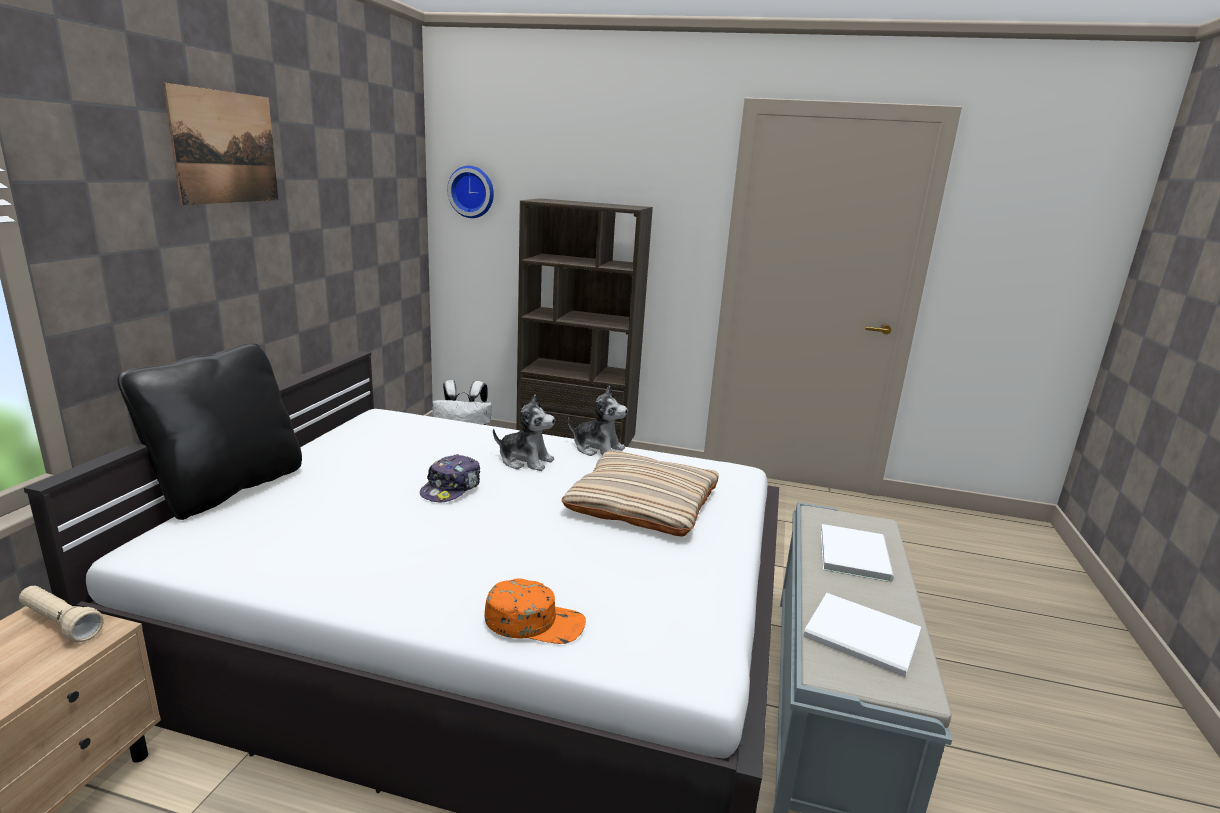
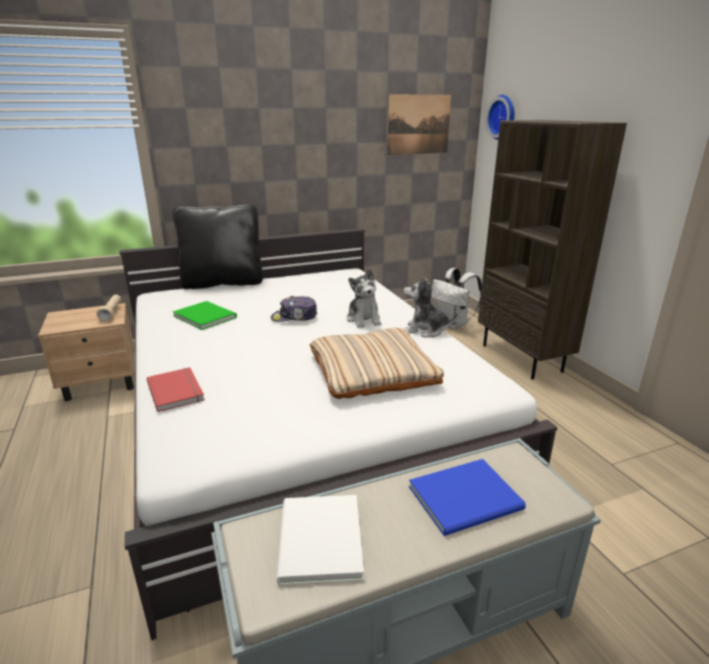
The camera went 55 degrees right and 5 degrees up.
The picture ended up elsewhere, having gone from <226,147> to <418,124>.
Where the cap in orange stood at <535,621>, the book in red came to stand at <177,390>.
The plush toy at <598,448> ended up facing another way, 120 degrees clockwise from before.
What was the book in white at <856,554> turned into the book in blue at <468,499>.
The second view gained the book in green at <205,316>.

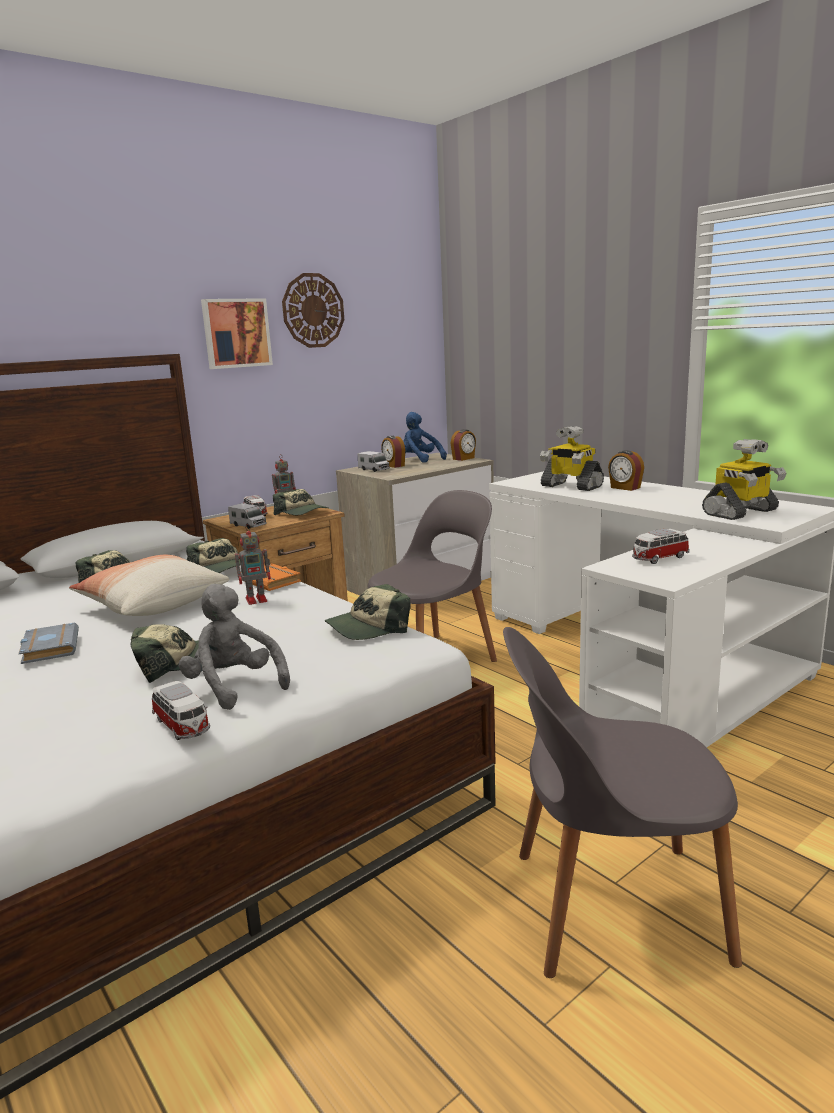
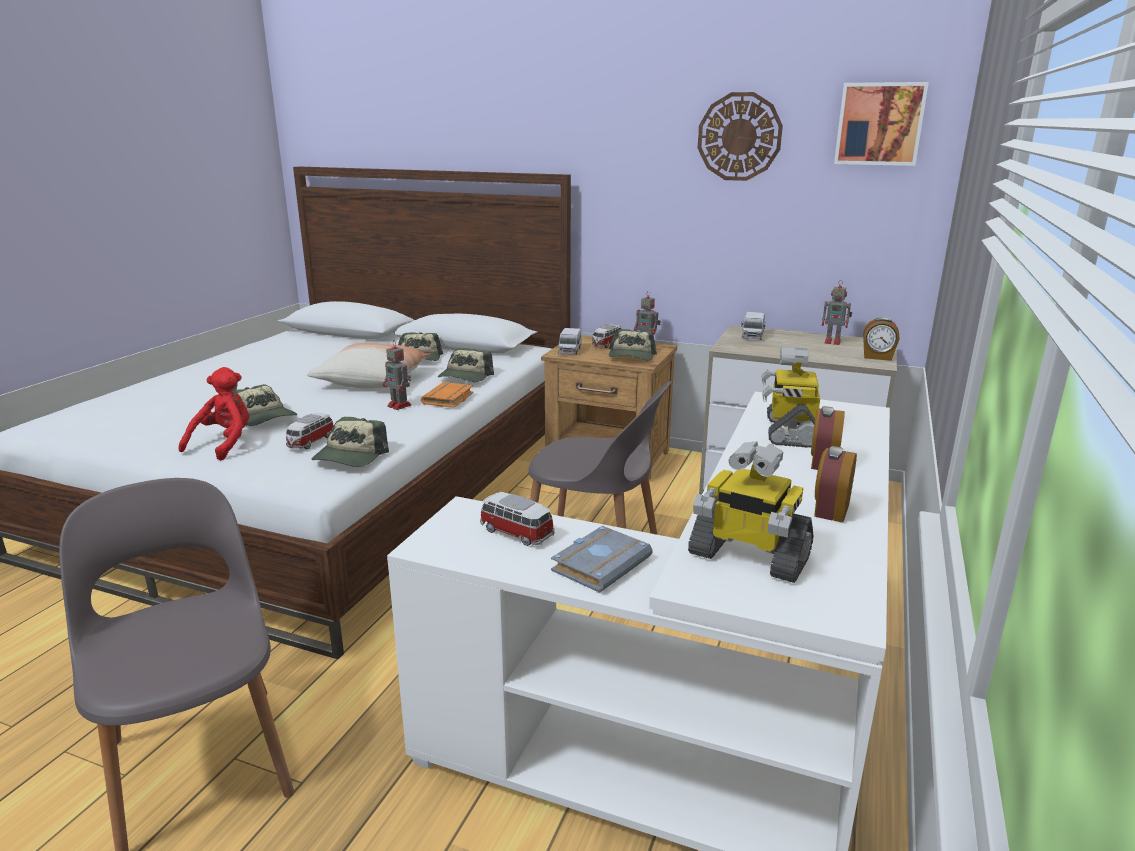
The camera went 60 degrees right and 5 degrees up.
The book in grey ended up elsewhere, having gone from <48,648> to <600,563>.
The toy car ended up elsewhere, having gone from <182,726> to <310,442>.
What was the plush toy in grey at <234,687> turned into the plush toy in red at <224,444>.
The picture ended up elsewhere, having gone from <236,333> to <879,124>.
The cap at <368,627> ended up facing another way, 105 degrees counterclockwise from before.
The alarm clock ended up elsewhere, having gone from <393,465> to <830,510>.
Where the plush toy in blue stood at <419,460>, the toy robot came to stand at <833,342>.

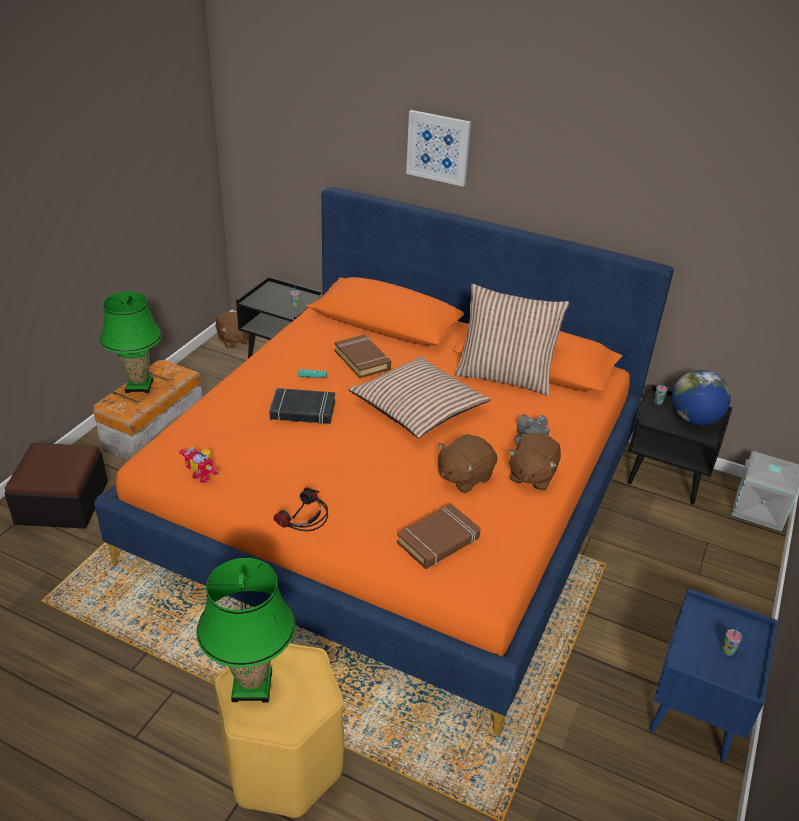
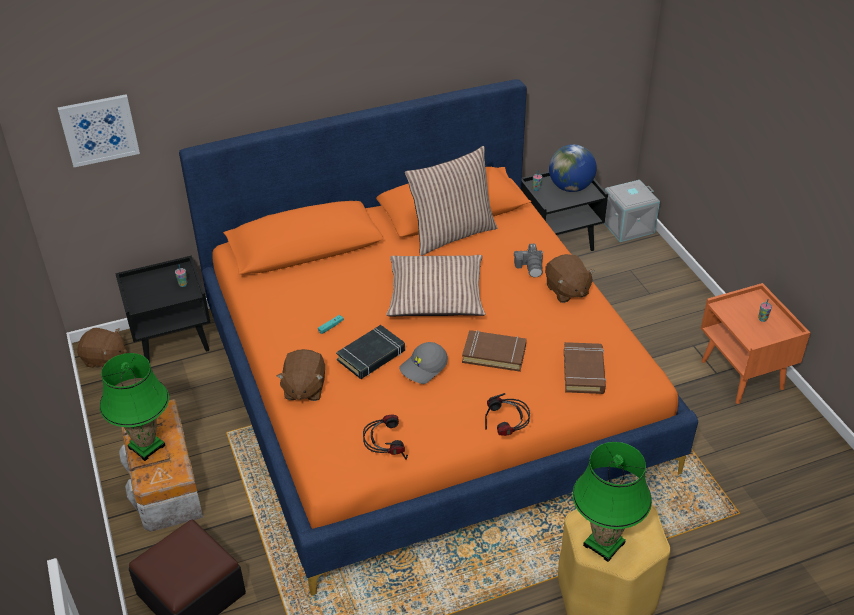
The camera went 45 degrees left and 5 degrees up.
Where the toy robot stood at <203,476>, the headphones came to stand at <385,452>.
The book in brown ended up elsewhere, having gone from <362,360> to <494,354>.
The picture ended up elsewhere, having gone from <438,147> to <99,130>.
The plush toy in brown ended up elsewhere, having gone from <464,477> to <304,388>.
What was the nightstand in blue at <695,712> turned into the nightstand in orange at <743,375>.
The second view gained the cap in grey at <424,368>.

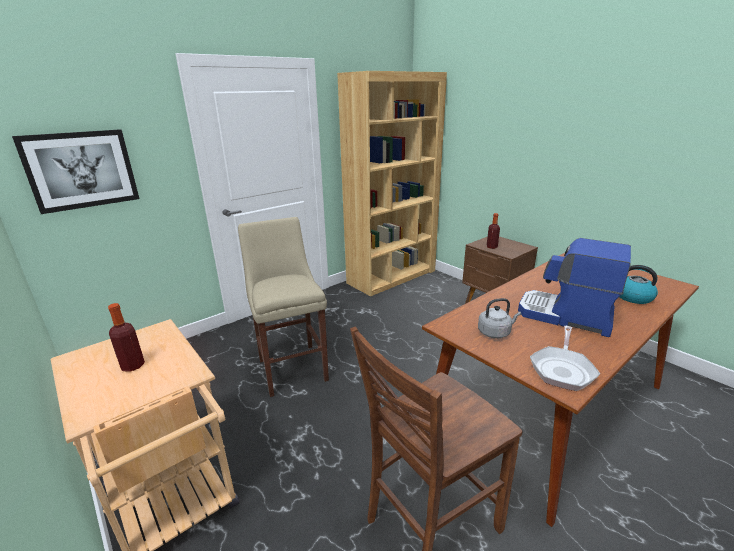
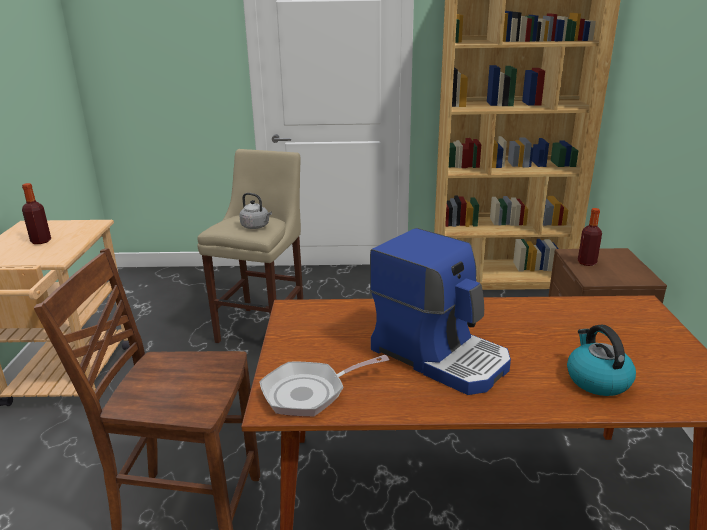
The camera went 40 degrees right and 0 degrees up.
The second view lost the picture at <81,170>.
The kettle in grey ended up elsewhere, having gone from <495,332> to <256,226>.
The coffee machine at <565,316> ended up facing another way, 150 degrees clockwise from before.

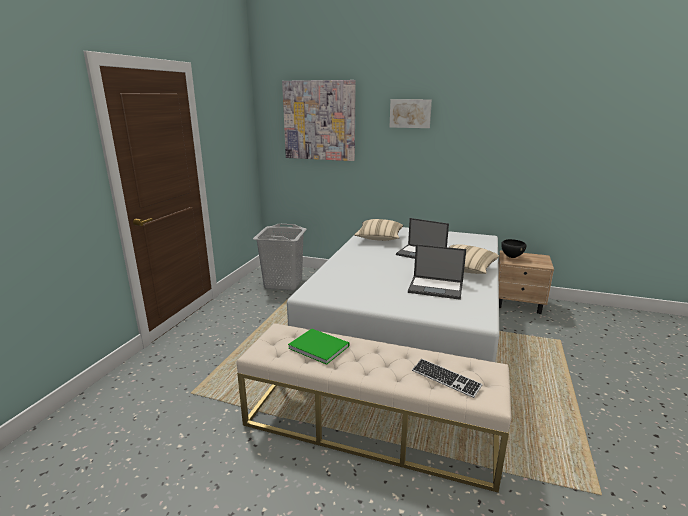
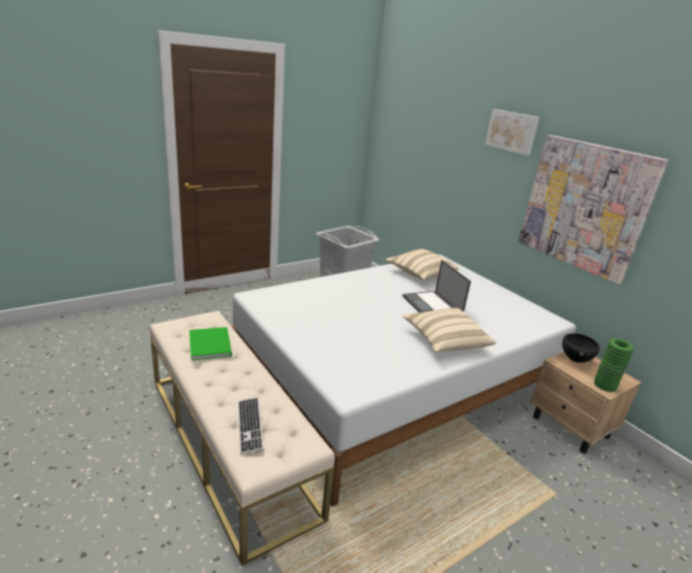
The camera went 35 degrees right and 5 degrees up.
The picture ended up elsewhere, having gone from <319,120> to <585,206>.
The second view lost the laptop at <436,287>.
The second view gained the vase in green at <604,385>.

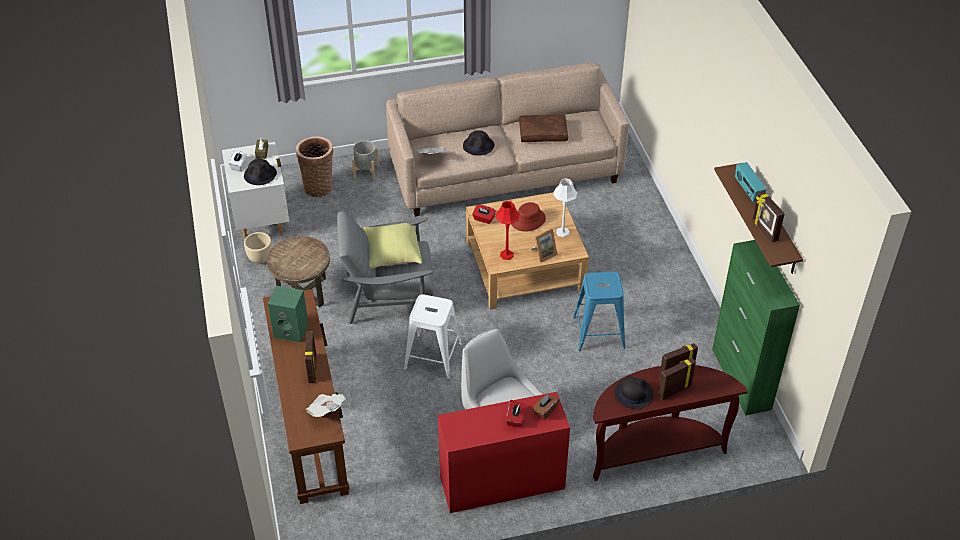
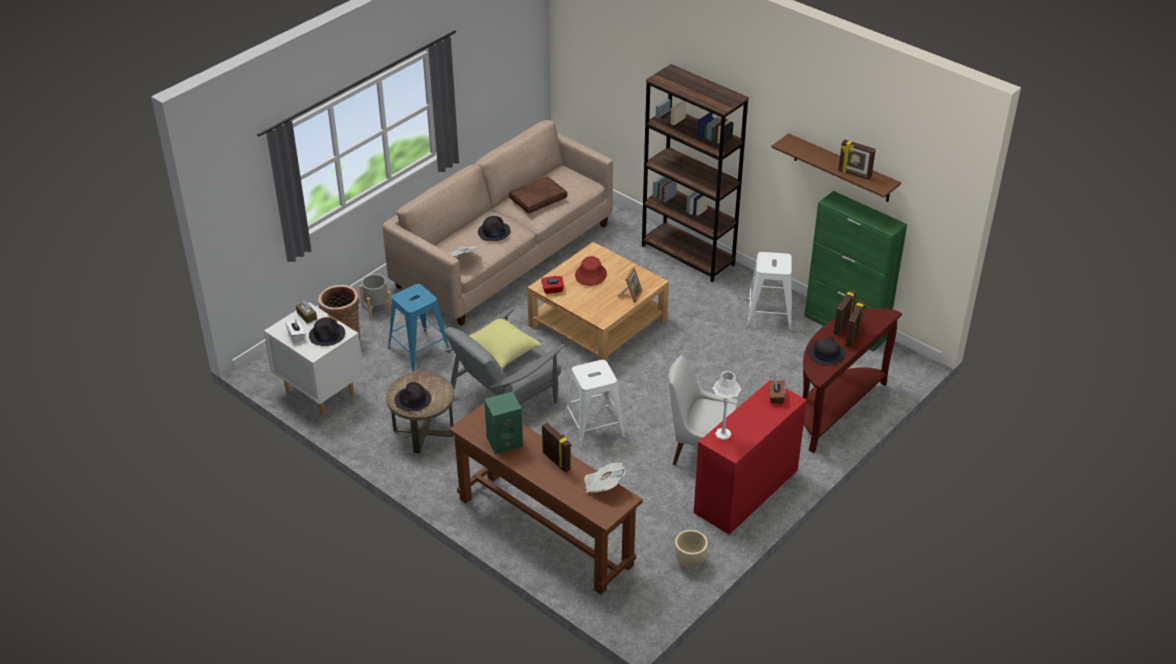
The camera went 35 degrees left and 5 degrees down.
The planter in beige ended up elsewhere, having gone from <260,258> to <689,562>.
The second view lost the table lamp in red at <506,255>.
The second view lost the tissue box in red at <515,419>.
The table lamp in white ended up elsewhere, having gone from <562,232> to <723,434>.
The stool in blue ended up elsewhere, having gone from <599,332> to <419,350>.
The second view lost the radio at <748,190>.
The second view gained the hat in black at <413,400>.
The second view gained the bookcase in brown at <688,255>.
The second view gained the stool in white at <768,314>.

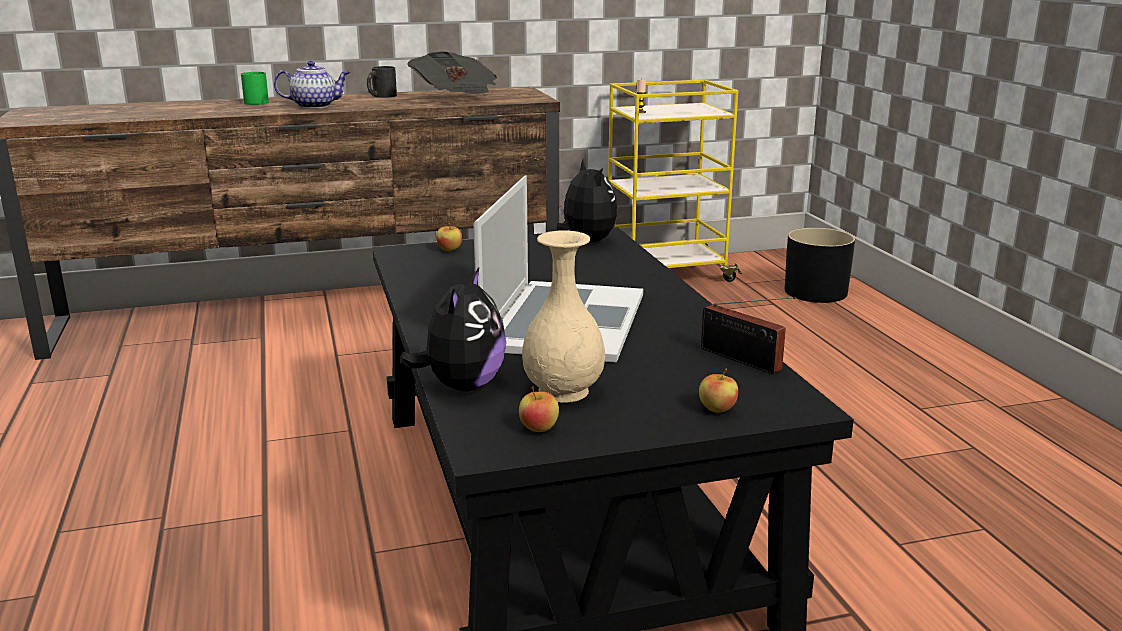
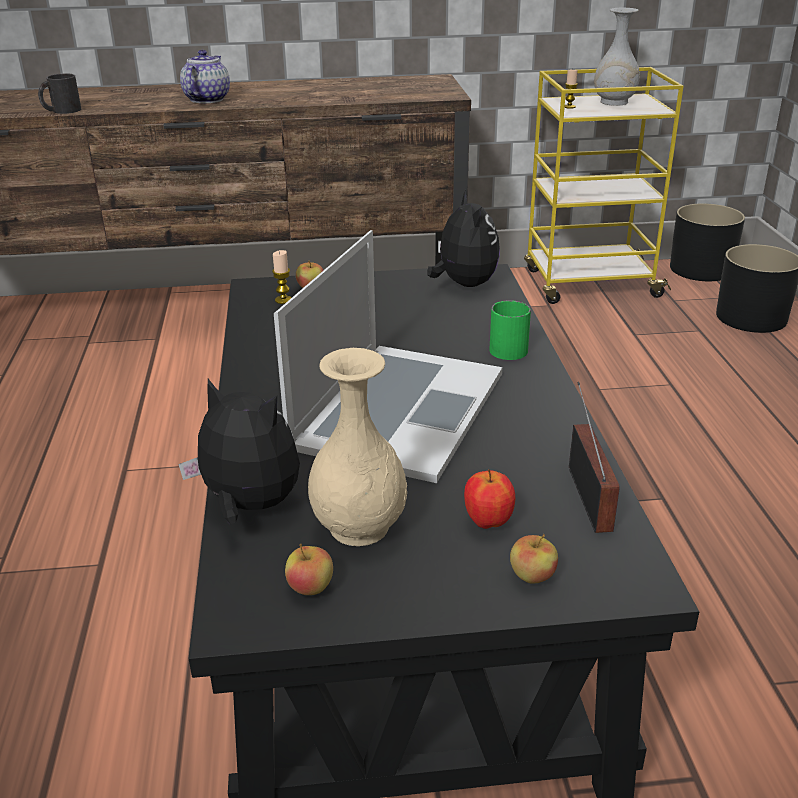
The camera went 10 degrees right and 10 degrees up.
The mug in green ended up elsewhere, having gone from <256,102> to <505,346>.
The teapot at <315,106> ended up facing another way, 75 degrees counterclockwise from before.
The mug in black ended up elsewhere, having gone from <381,96> to <61,111>.
The plush toy at <462,386> ended up facing another way, 90 degrees counterclockwise from before.
The second view lost the newspaper at <457,99>.
The radio at <744,361> ended up facing another way, 150 degrees counterclockwise from before.
The second view gained the candle at <283,300>.
The second view gained the apple at <488,522>.
The second view gained the vase in white at <614,102>.
The second view gained the planter in black at <701,269>.

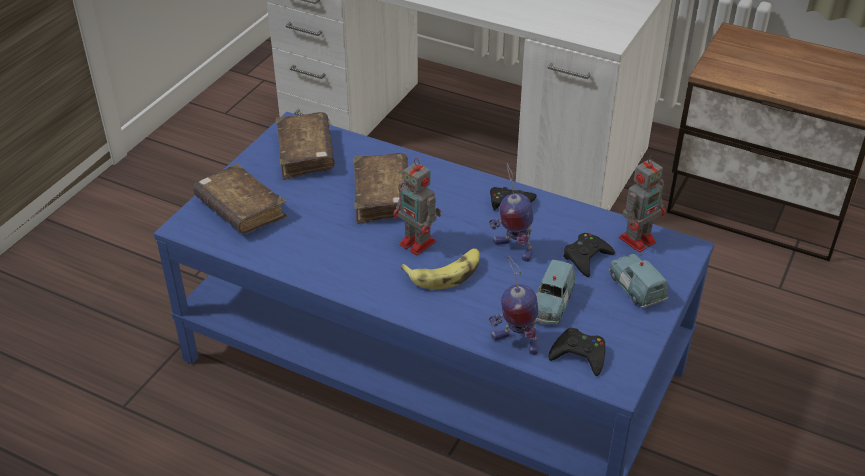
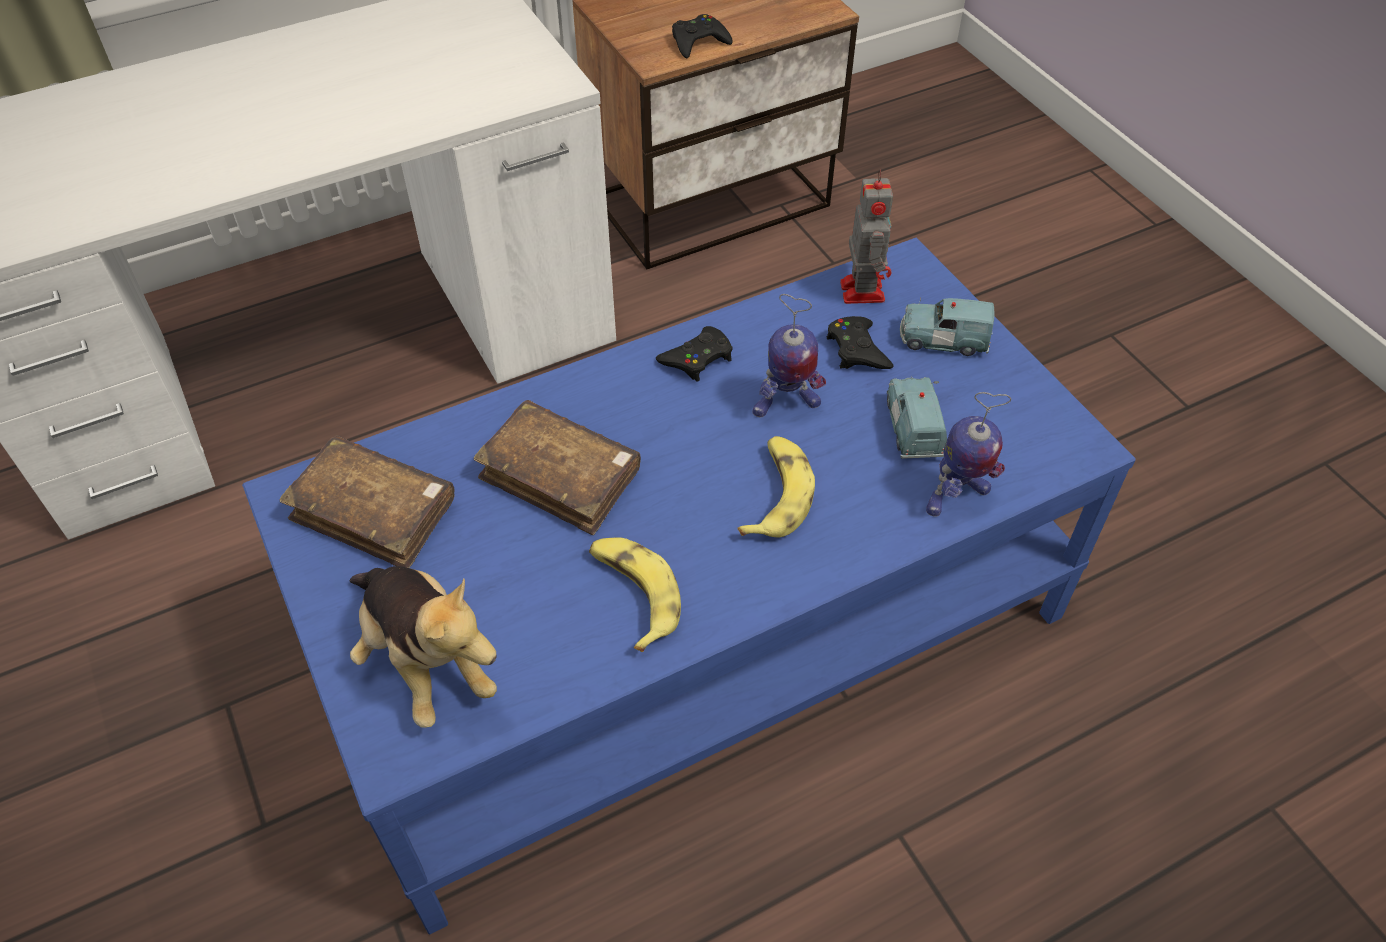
The camera went 55 degrees left and 10 degrees up.
Where the book in brown stood at <241,209>, the plush toy came to stand at <425,660>.
The second view lost the toy robot at <419,244>.
The toy car in blue at <551,305> ended up facing another way, 150 degrees counterclockwise from before.
The game controller in black ended up elsewhere, having gone from <579,355> to <698,42>.
The second view gained the banana at <633,594>.

